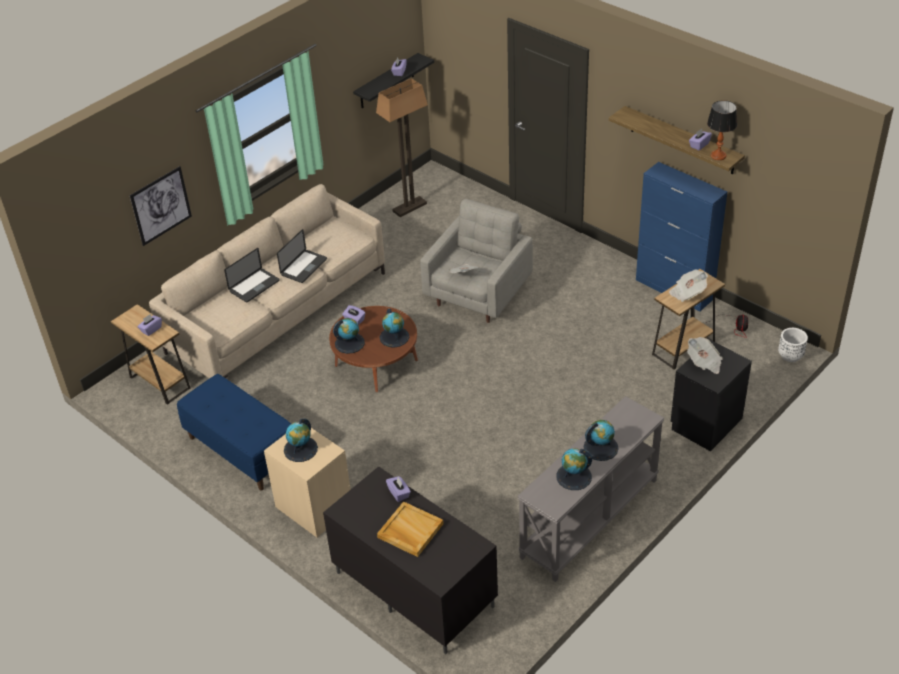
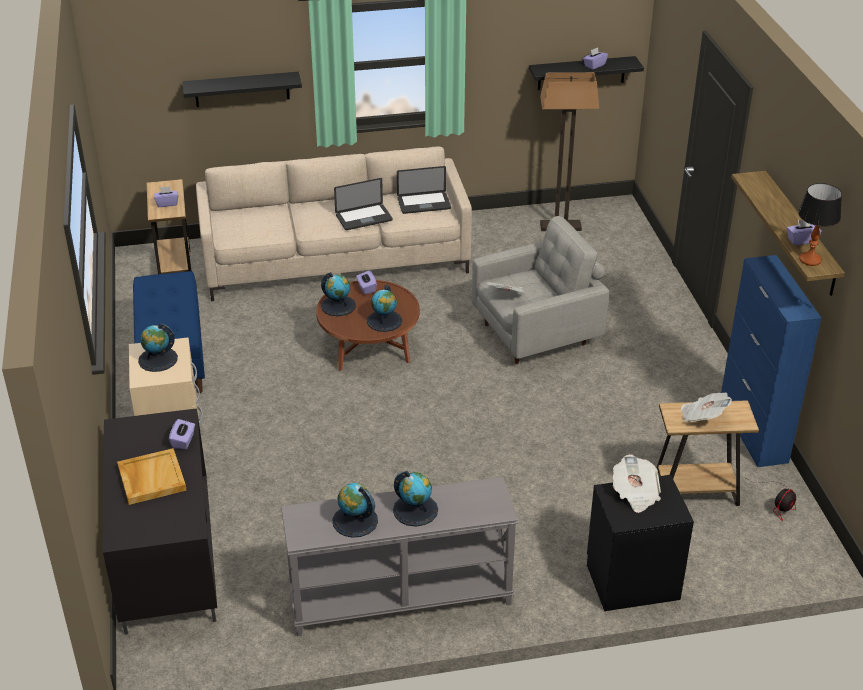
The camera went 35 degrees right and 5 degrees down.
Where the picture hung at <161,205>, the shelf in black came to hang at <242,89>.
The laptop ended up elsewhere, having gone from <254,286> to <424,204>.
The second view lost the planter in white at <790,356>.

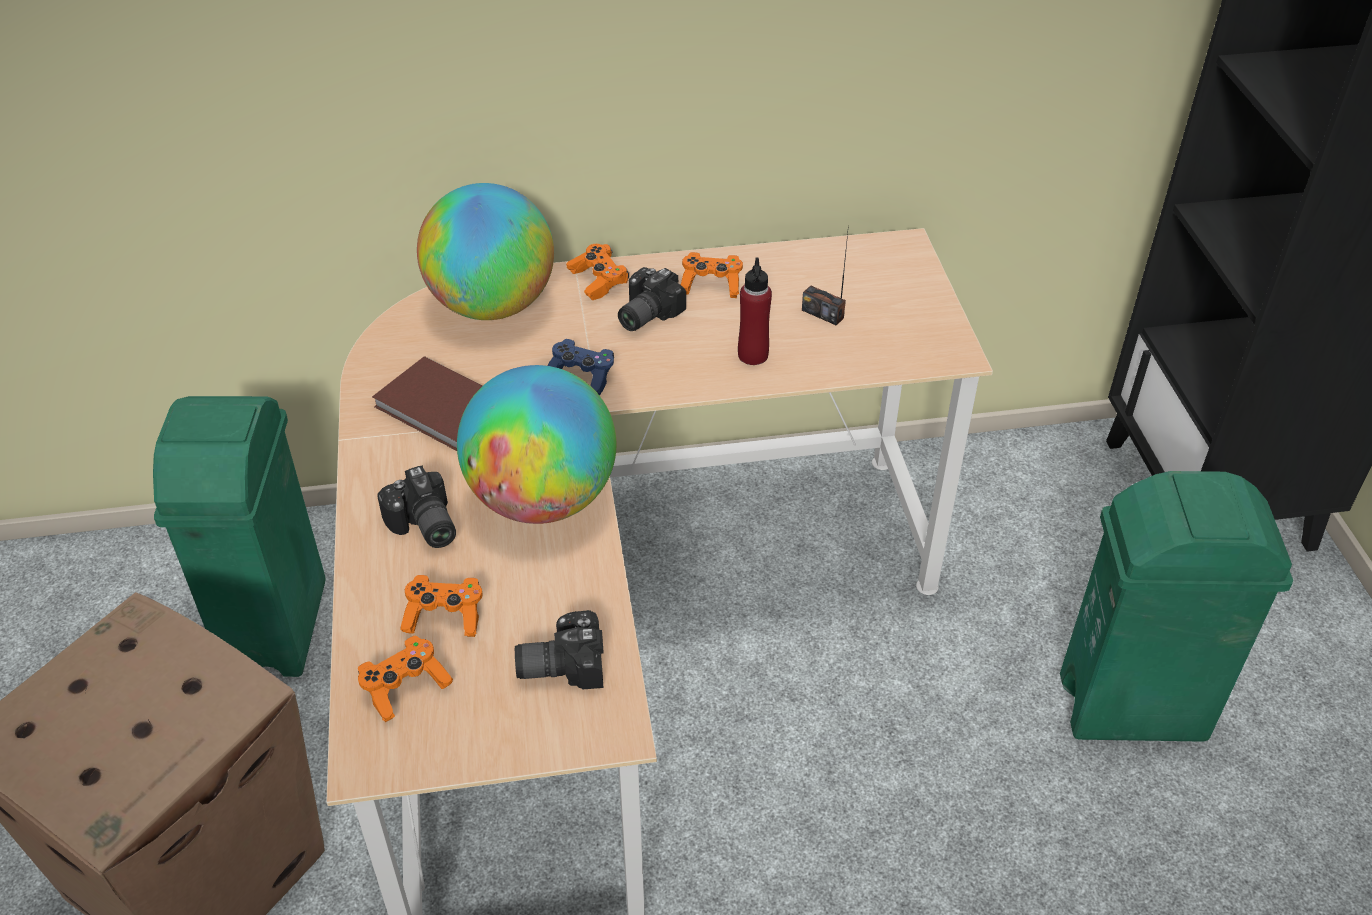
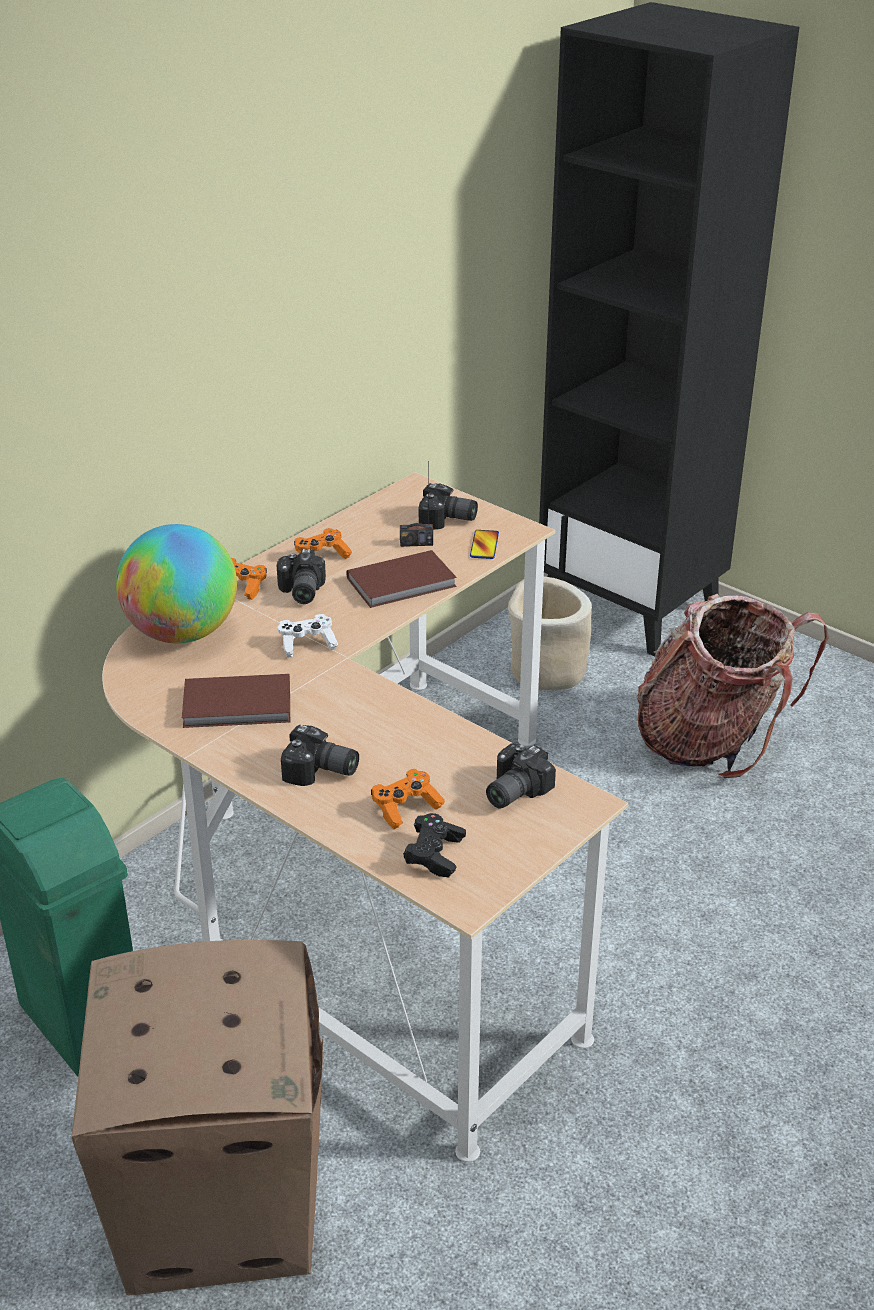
The camera went 40 degrees left and 10 degrees down.
What was the game controller in orange at <405,687> turned into the game controller in black at <435,855>.
The second view lost the globe at <542,499>.
What was the game controller in blue at <580,377> turned into the game controller in white at <307,644>.
Where the bottle in red stood at <753,355>, the book in brown came to stand at <403,583>.
Where the trash can in green stood at <1134,708>, the backpack came to stand at <712,741>.
The second view gained the photo camera at <447,521>.
The second view gained the phone at <484,545>.
The second view gained the planter in beige at <545,671>.

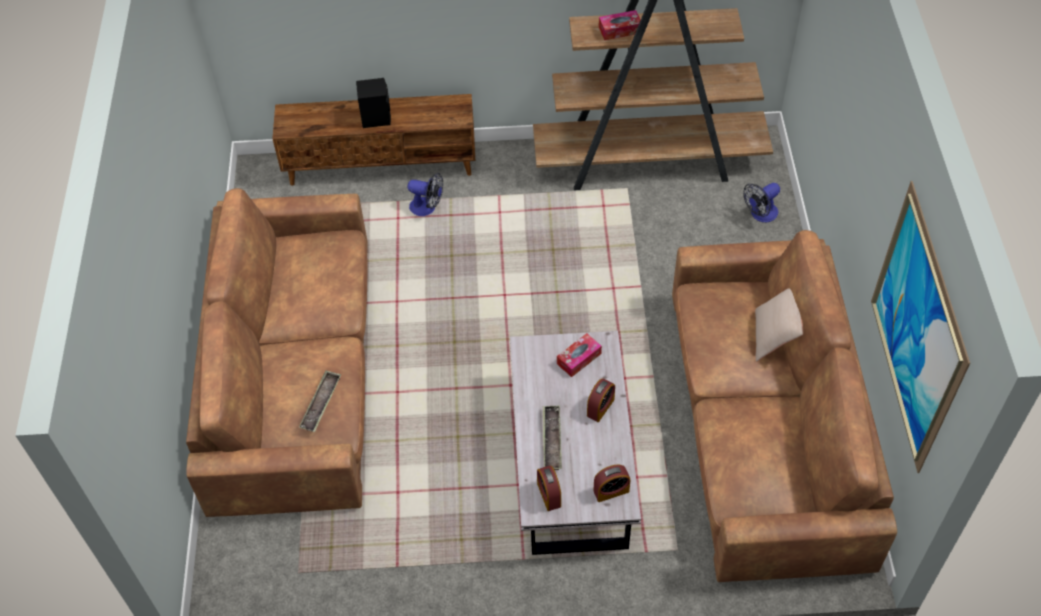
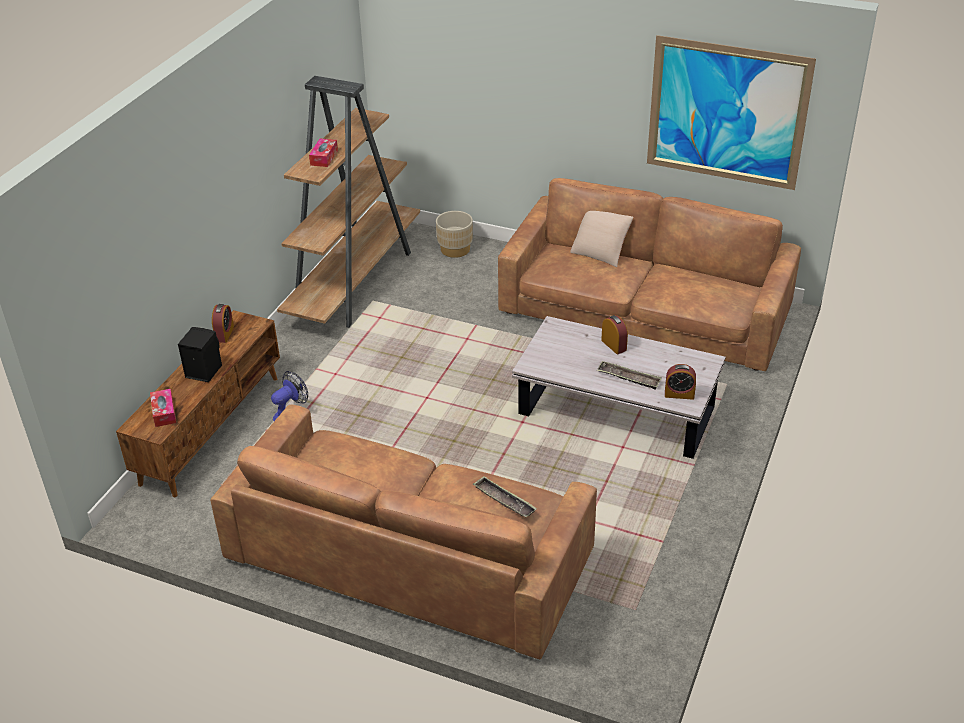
The camera went 65 degrees left and 15 degrees down.
The tissue box ended up elsewhere, having gone from <579,359> to <164,412>.
The alarm clock ended up elsewhere, having gone from <611,491> to <224,334>.
Where the fan stood at <760,214>, the planter in beige came to stand at <455,249>.

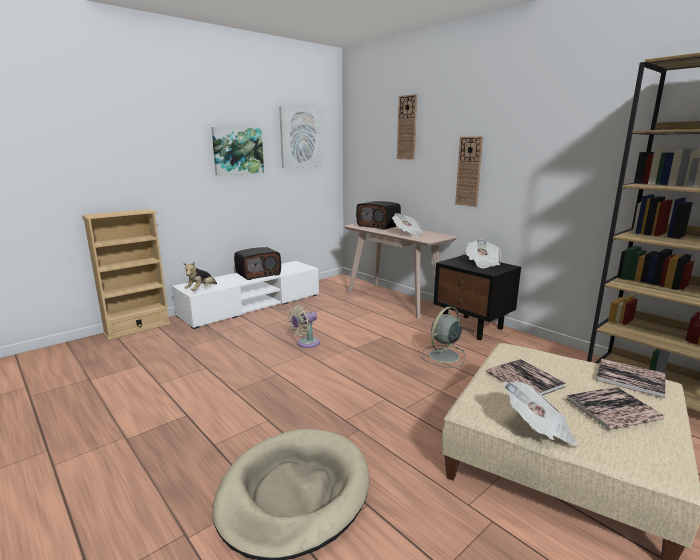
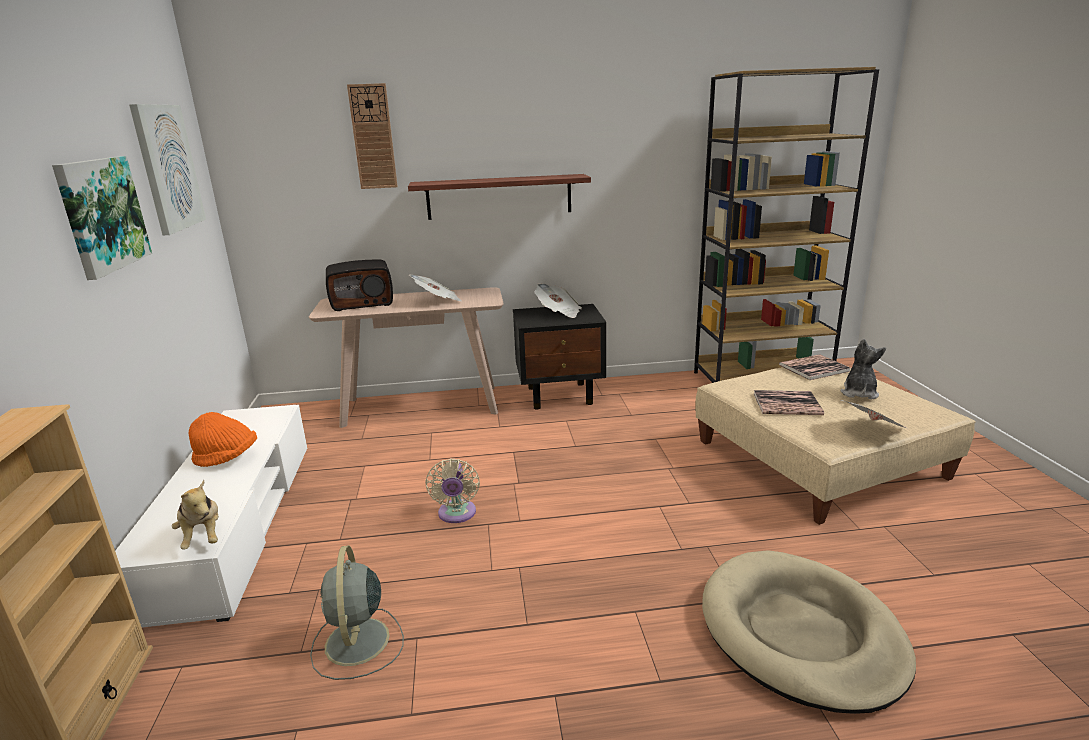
The camera went 55 degrees left and 5 degrees up.
Where the radio stood at <258,274>, the hat in orange came to stand at <227,458>.
The fan in grey ended up elsewhere, having gone from <443,356> to <357,643>.
Where the wall clock hung at <469,171>, the shelf came to hang at <499,197>.
Where the book stood at <612,409>, the plush toy came to stand at <859,393>.

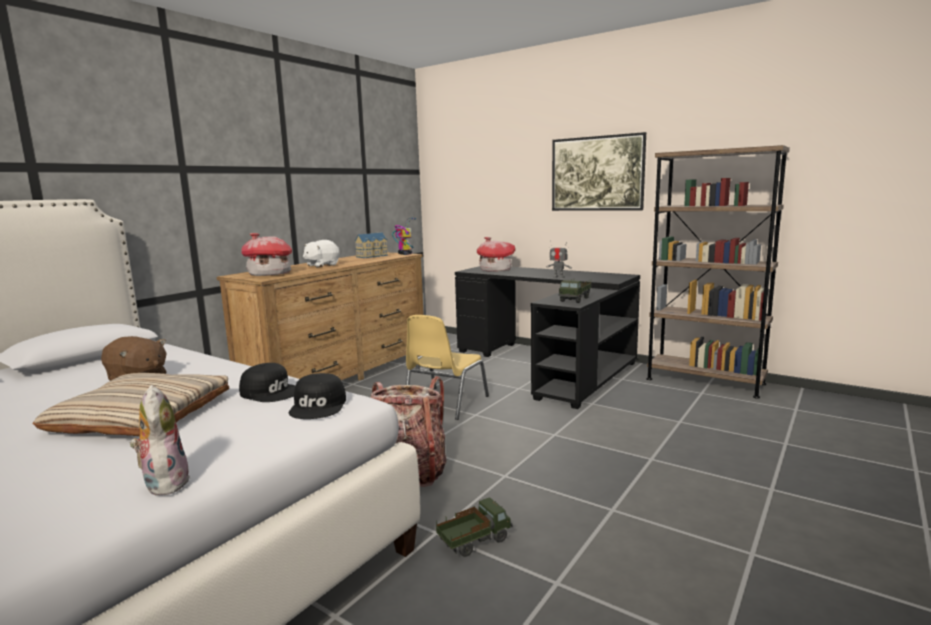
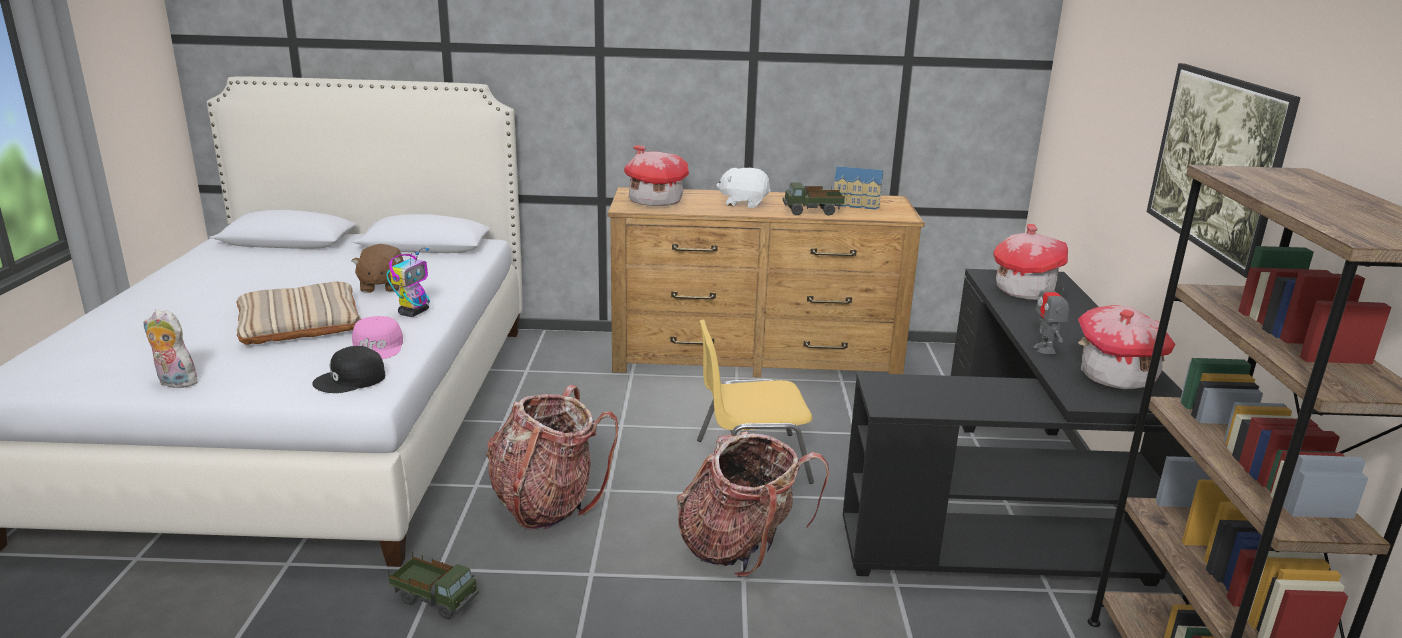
The camera went 55 degrees right and 10 degrees up.
The plush toy at <164,483> ended up facing another way, 105 degrees counterclockwise from before.
What was the cap in black at <271,392> turned into the cap in pink at <378,347>.
The toy robot ended up elsewhere, having gone from <405,254> to <414,312>.
The toy truck ended up elsewhere, having gone from <575,299> to <813,212>.
The second view gained the backpack at <741,548>.
The second view gained the toy house at <1116,376>.

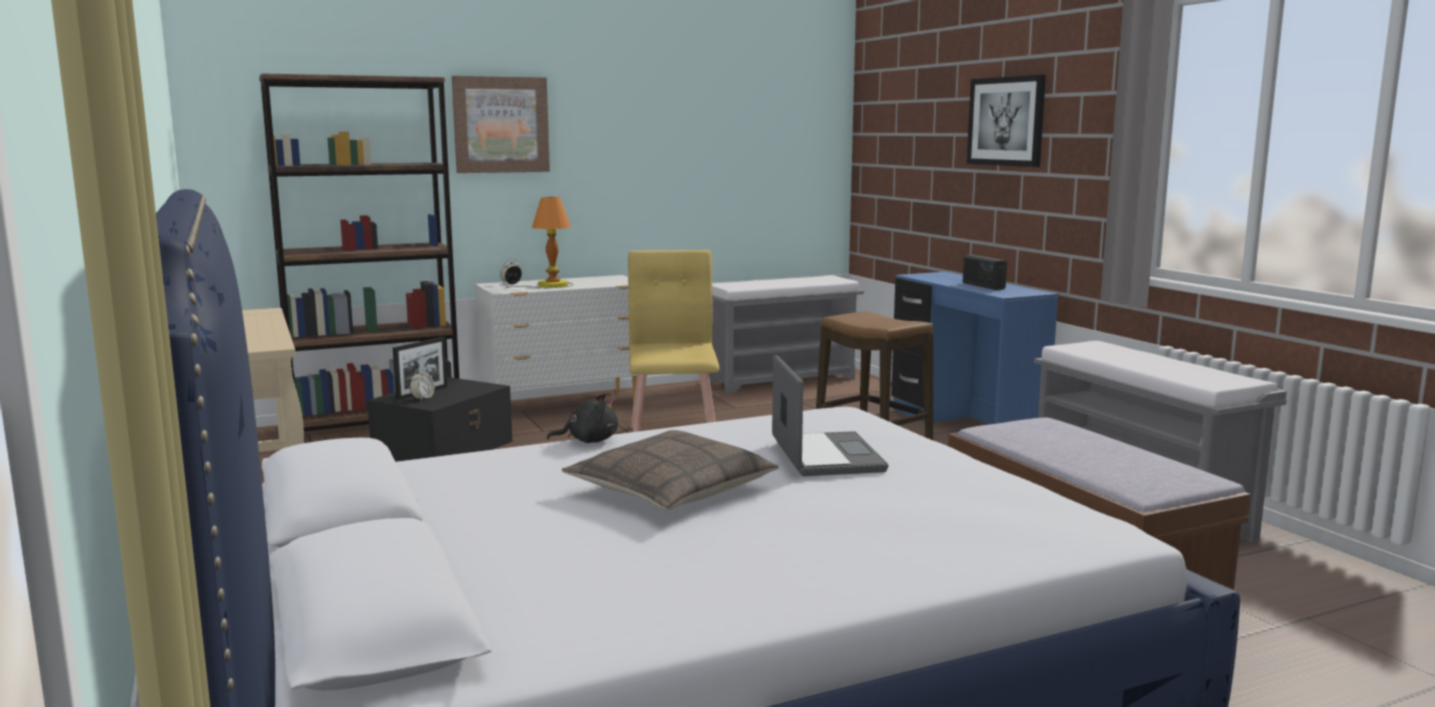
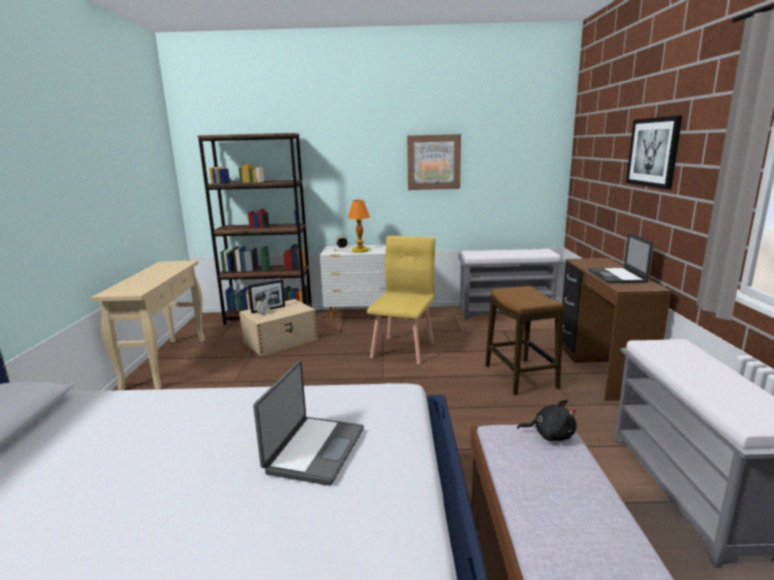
The camera went 25 degrees right and 5 degrees up.
What was the storage box in black at <445,449> turned into the storage box in beige at <281,340>.
The picture ended up elsewhere, having gone from <501,125> to <433,162>.
The plush toy in black ended up elsewhere, having gone from <589,441> to <550,435>.
The second view lost the pillow at <670,491>.
What was the desk in blue at <963,426> turned into the desk in brown at <599,370>.
Where the radio stood at <983,286>, the laptop came to stand at <617,276>.

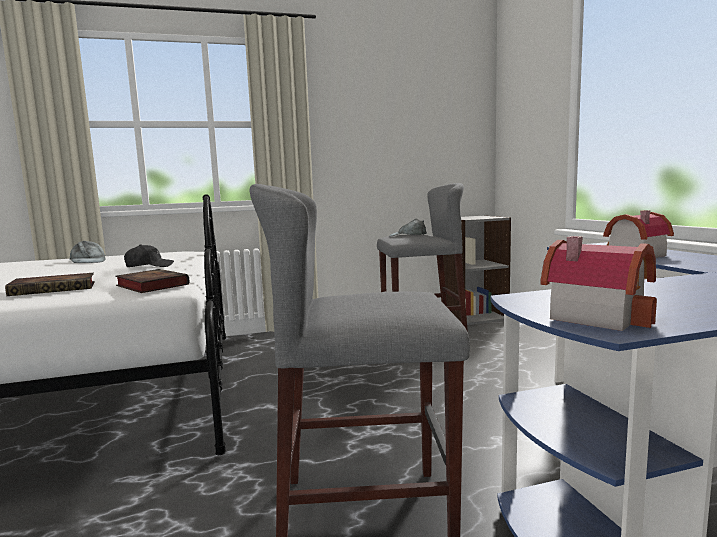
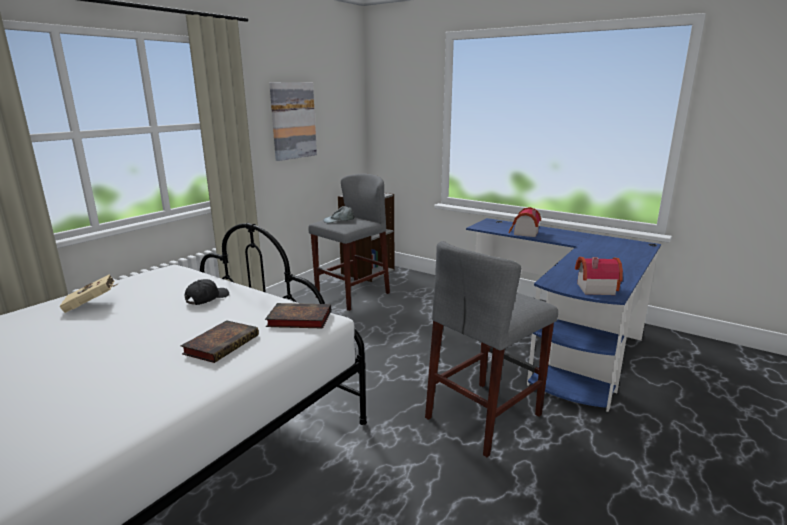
The camera went 40 degrees left and 10 degrees up.
Where the cap in grey stood at <88,261>, the book in beige came to stand at <93,305>.
The second view gained the picture at <293,121>.

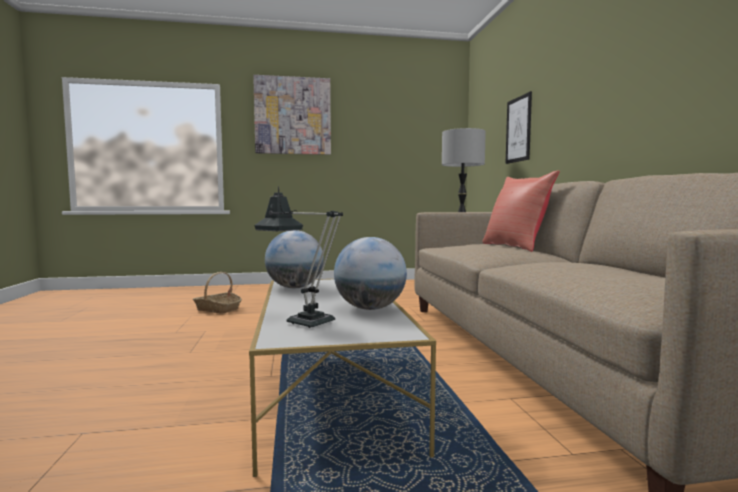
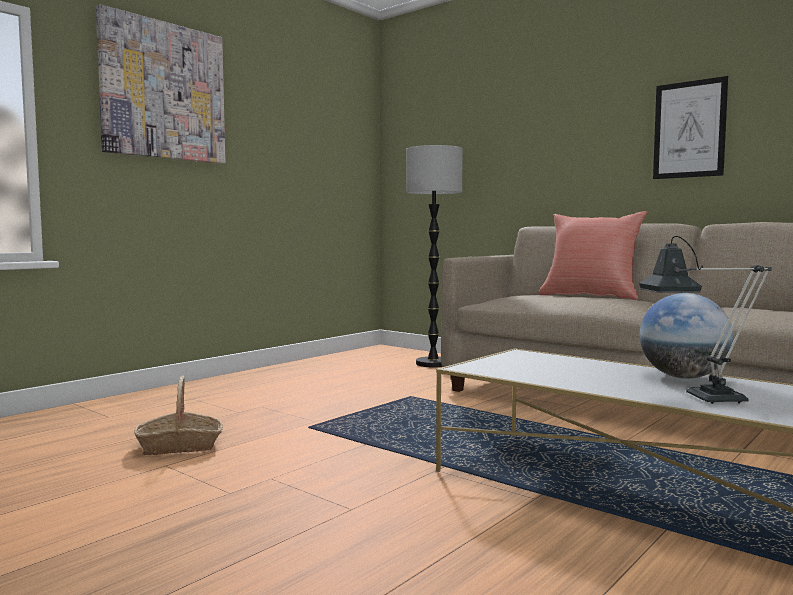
The camera went 40 degrees left and 0 degrees up.
The second view lost the globe at <295,287>.
The picture ended up elsewhere, having gone from <518,129> to <689,129>.

